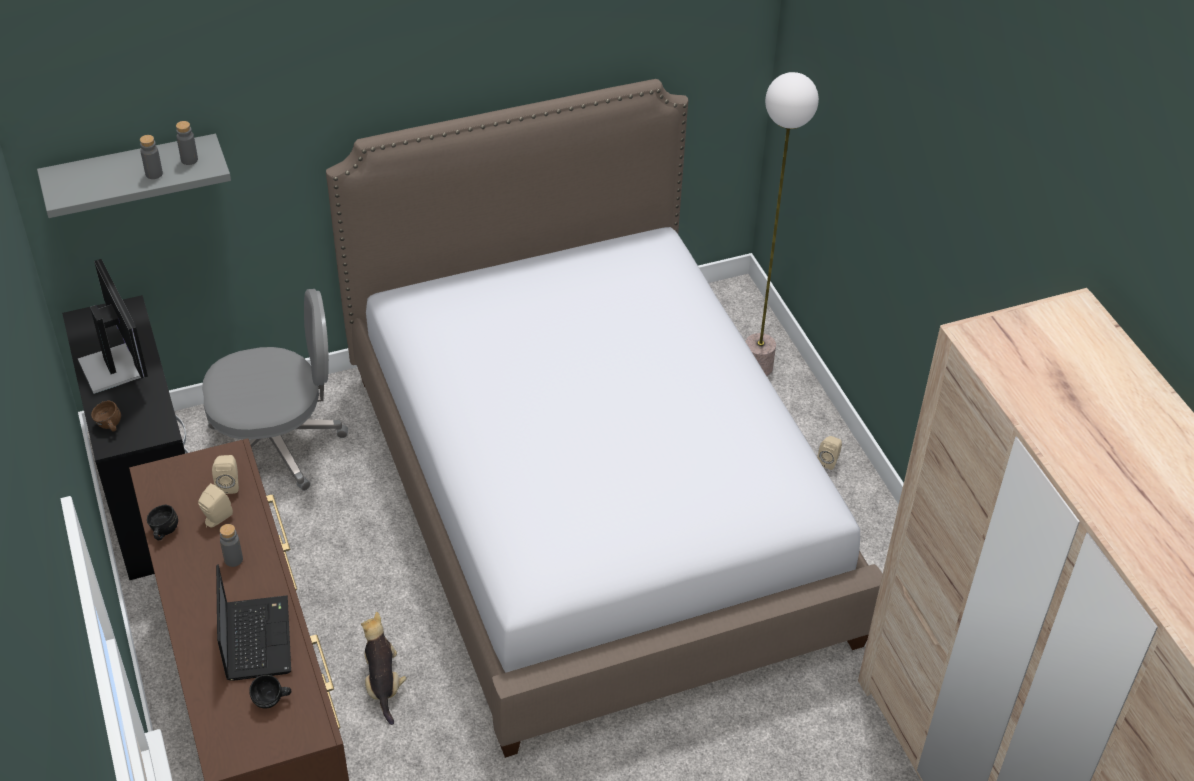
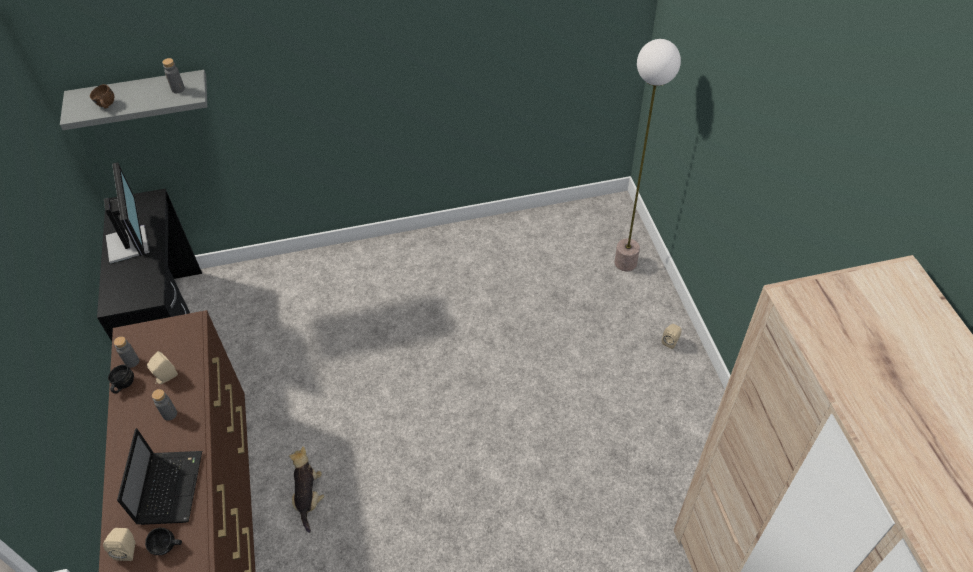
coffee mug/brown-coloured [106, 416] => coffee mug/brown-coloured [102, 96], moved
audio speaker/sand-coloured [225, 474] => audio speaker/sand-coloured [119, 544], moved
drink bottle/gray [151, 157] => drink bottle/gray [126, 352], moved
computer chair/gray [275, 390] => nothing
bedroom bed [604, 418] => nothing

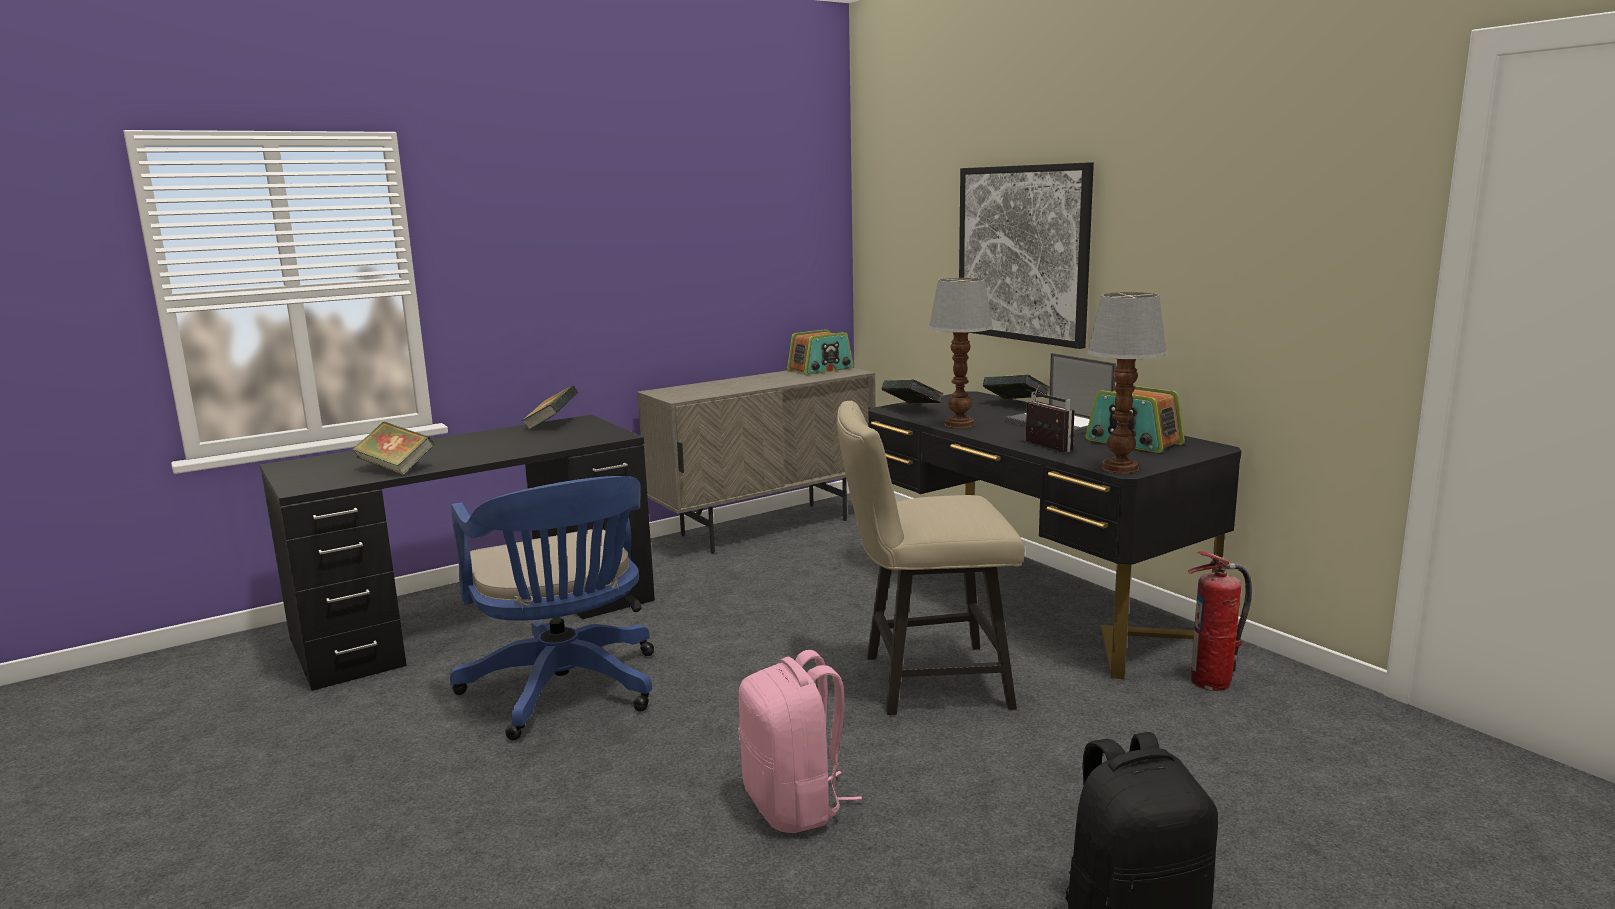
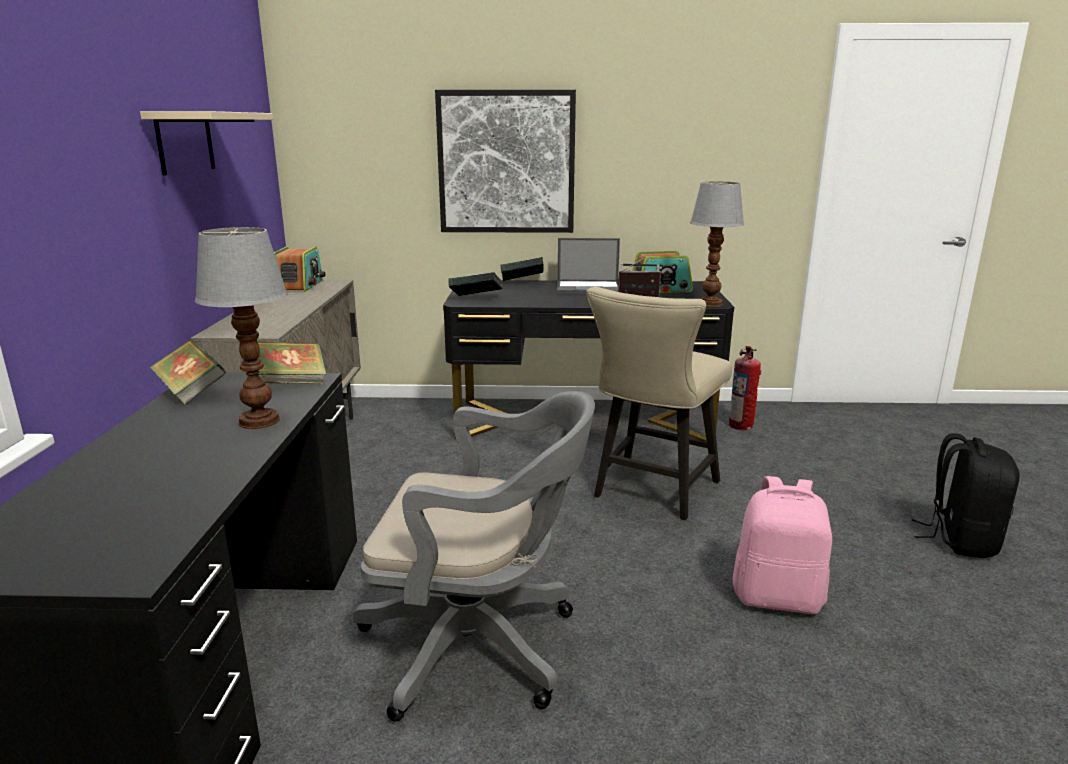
nothing => bracket shelf/sand-coloured [206, 143]
lamp for a table [960, 353] => lamp for a table [241, 328], moved
book [393, 448] => book [291, 362], moved
computer chair/blue [552, 608] => computer chair/gray [474, 556]

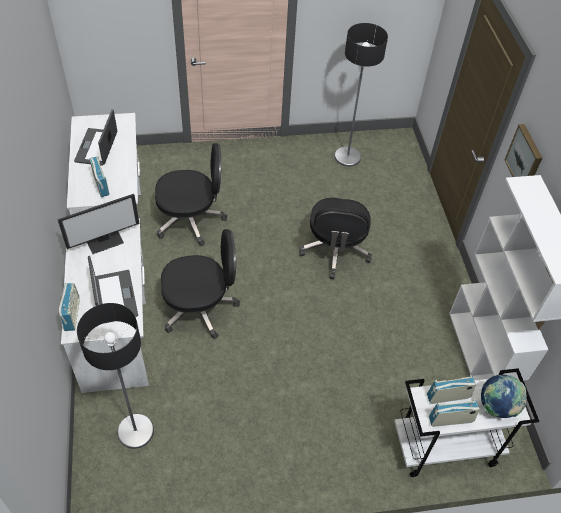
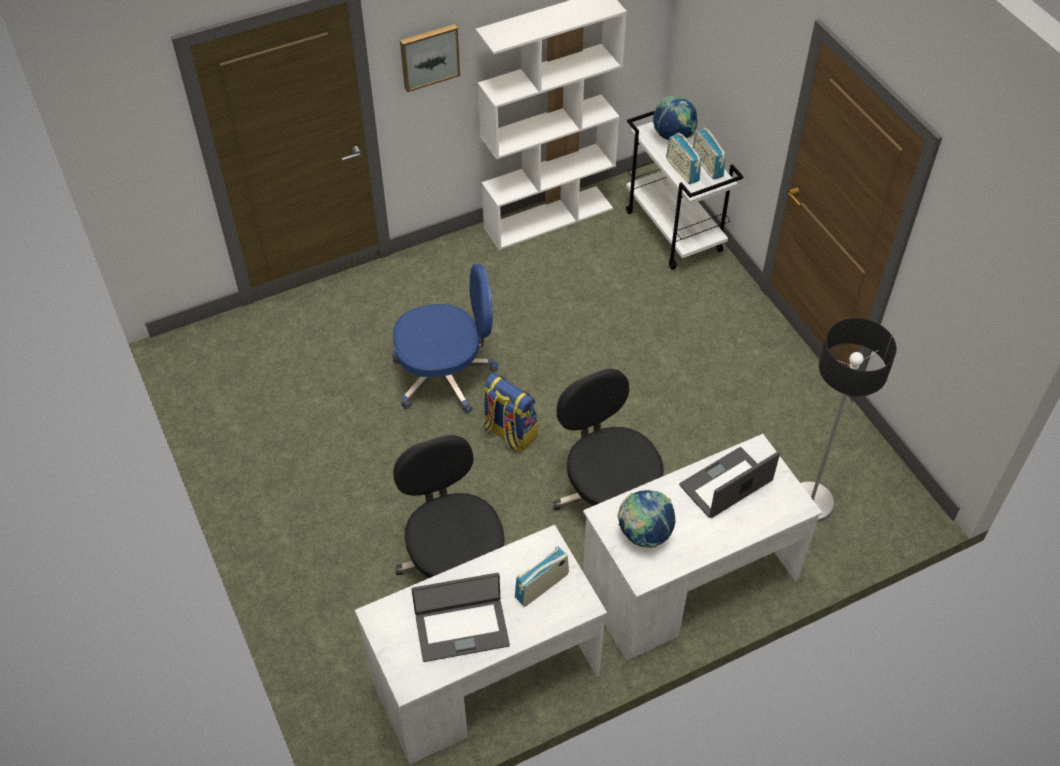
computer chair/black-coloured [335, 239] => computer chair/blue [445, 339]
nothing => knapsack [510, 412]
computer display [98, 224] => desk globe [646, 519]
radio receiver [69, 307] => nothing
standing lamp [361, 95] => nothing

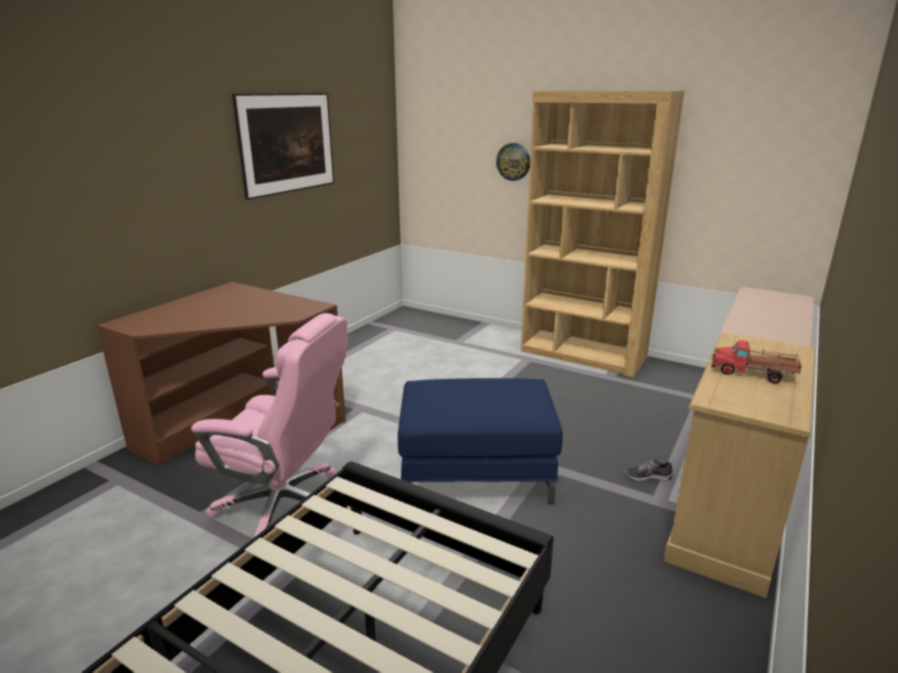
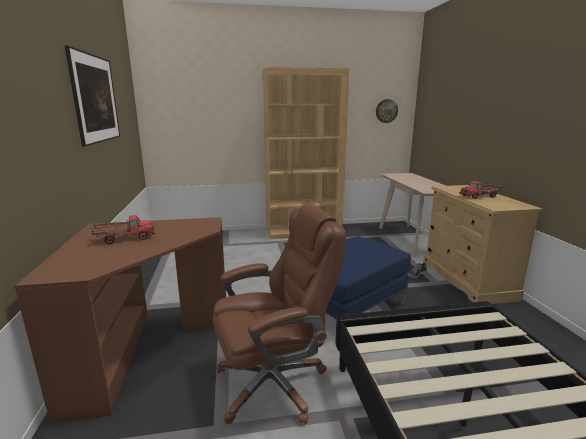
nothing => toy lorry [123, 229]
computer chair/pinkish [269, 425] => computer chair/brown-coloured [279, 314]
wall clock [513, 162] => wall clock [387, 111], moved

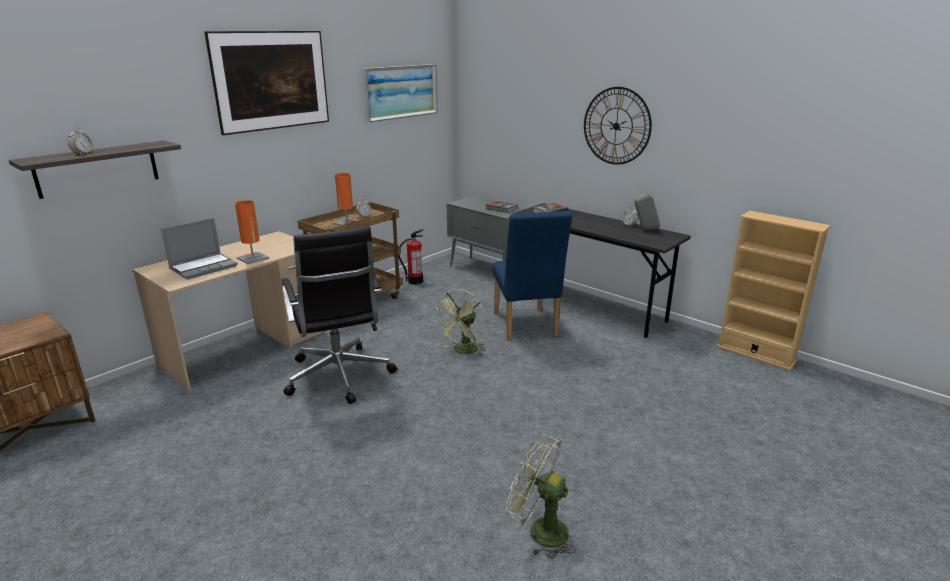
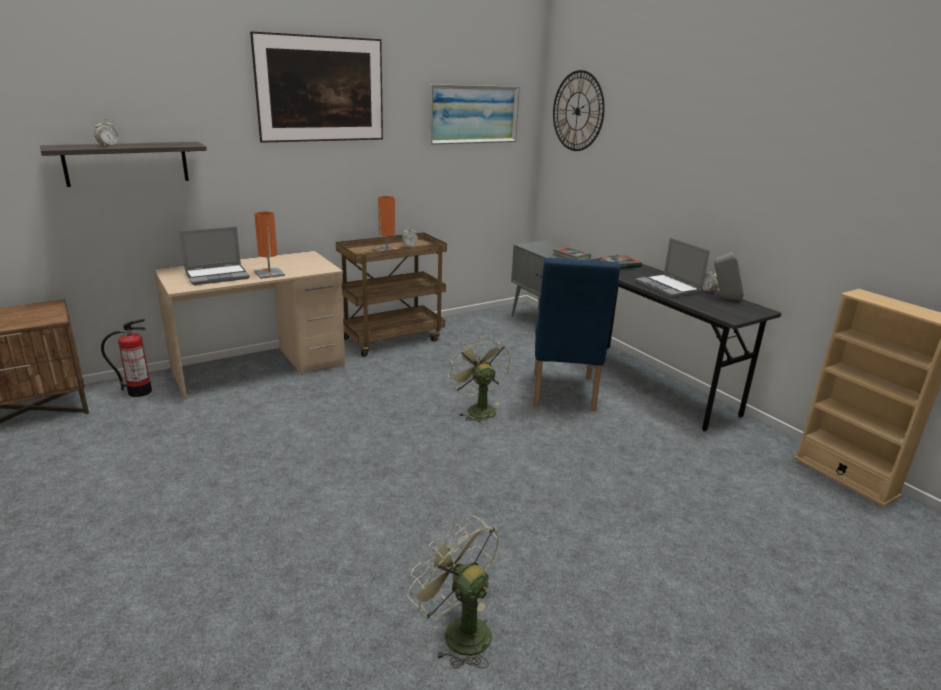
fire-fighting cylinder [411, 257] => fire-fighting cylinder [126, 358], moved
fan/greenish [460, 322] => fan/greenish [478, 380], 105 degrees clockwise
wall clock [618, 126] => wall clock [579, 110], moved
nothing => laptop [672, 267]
computer chair/black-coloured [339, 315] => nothing

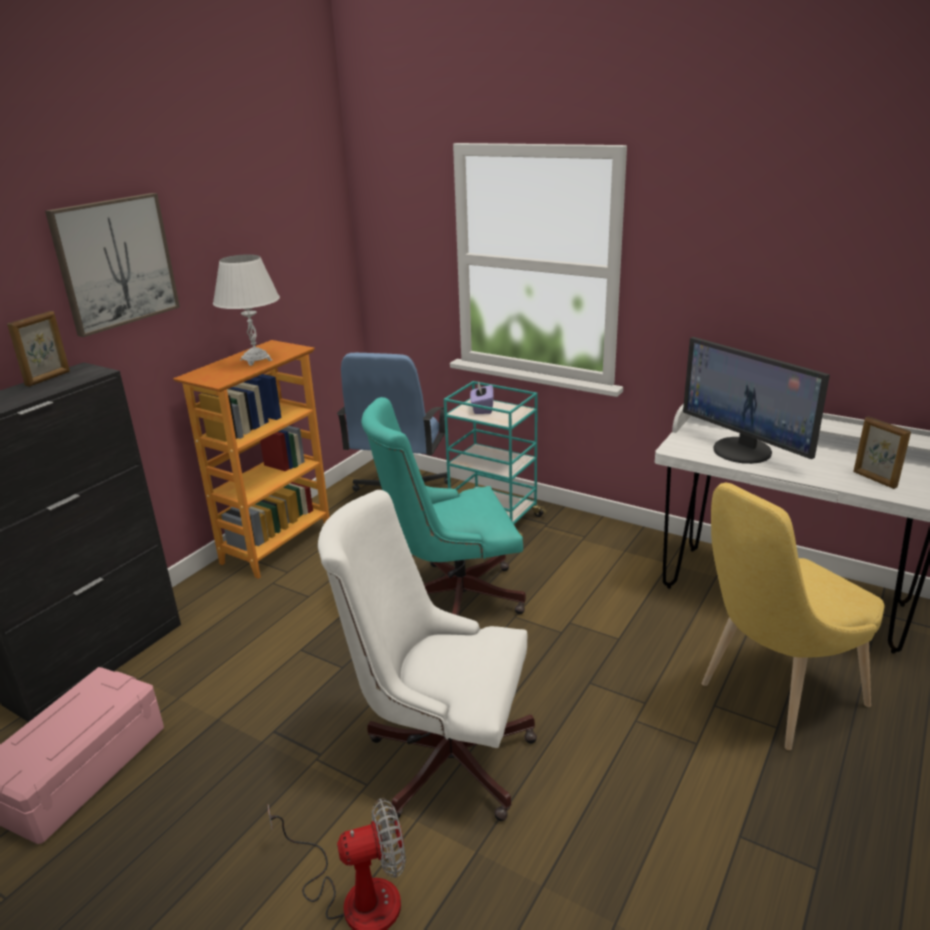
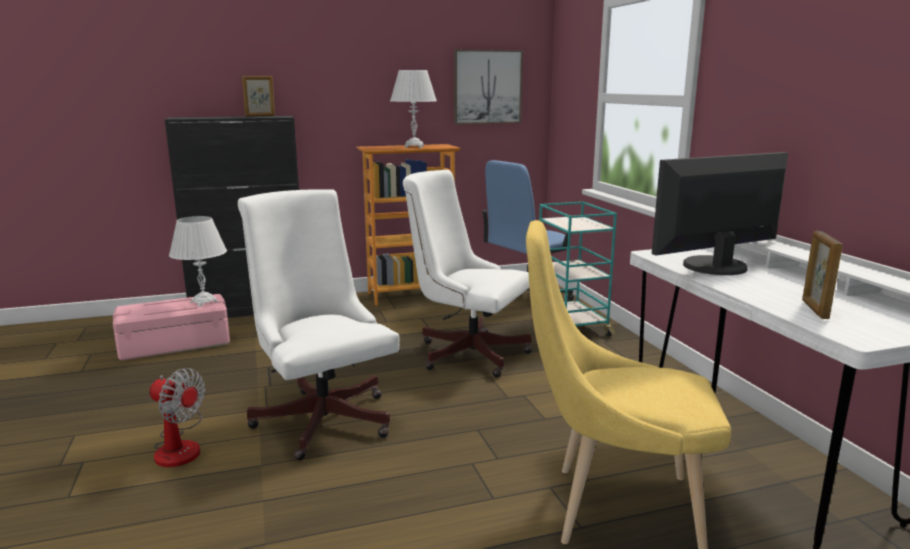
nothing => lamp for a table/white-coloured [198, 261]
computer chair/turquoise-coloured [443, 506] => computer chair/white-coloured [467, 273]
wall picture [112, 265] => wall picture [488, 86], moved
computer display [756, 400] => computer display [720, 213], 60 degrees clockwise
tissue holder/purplish [482, 397] => nothing

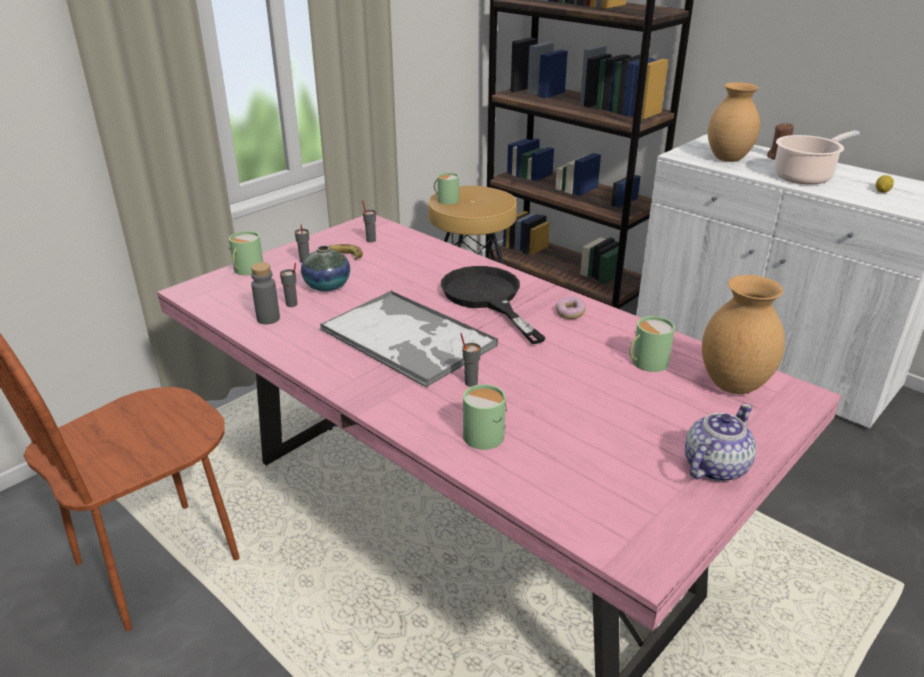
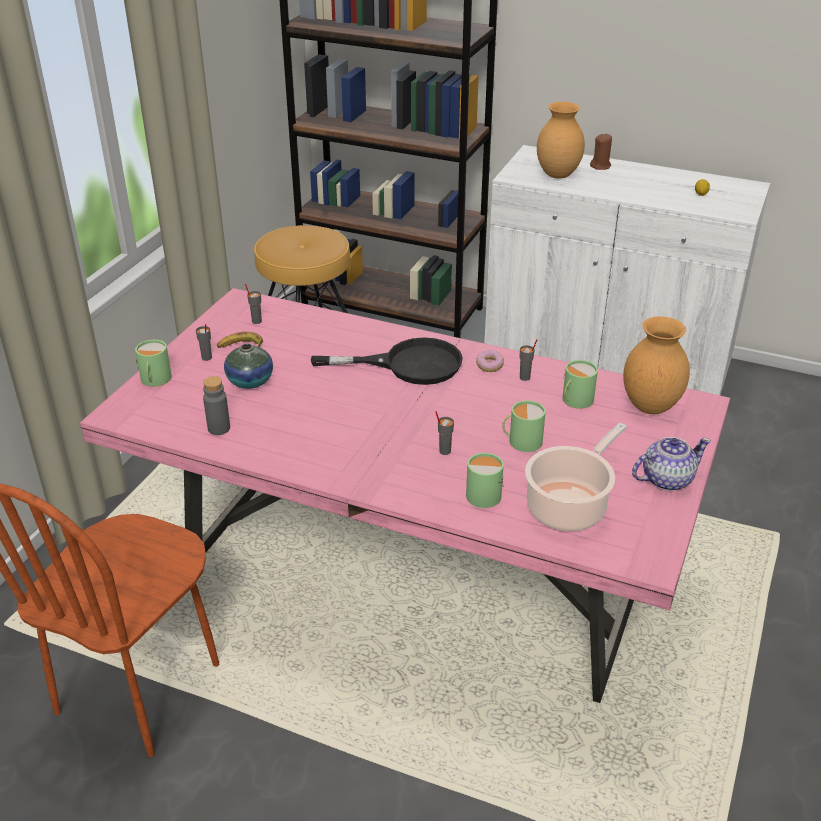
skillet/black-coloured [493, 305] => skillet/black-coloured [387, 361], 135 degrees clockwise
coffee mug/greenish [446, 188] => coffee mug/greenish [524, 426], moved
cup/gray [288, 285] => cup/gray [529, 360], moved
cooking pot [817, 157] => cooking pot [576, 477], moved
teapot [720, 443] => teapot [671, 464], 45 degrees clockwise
carrying tray [409, 339] => nothing

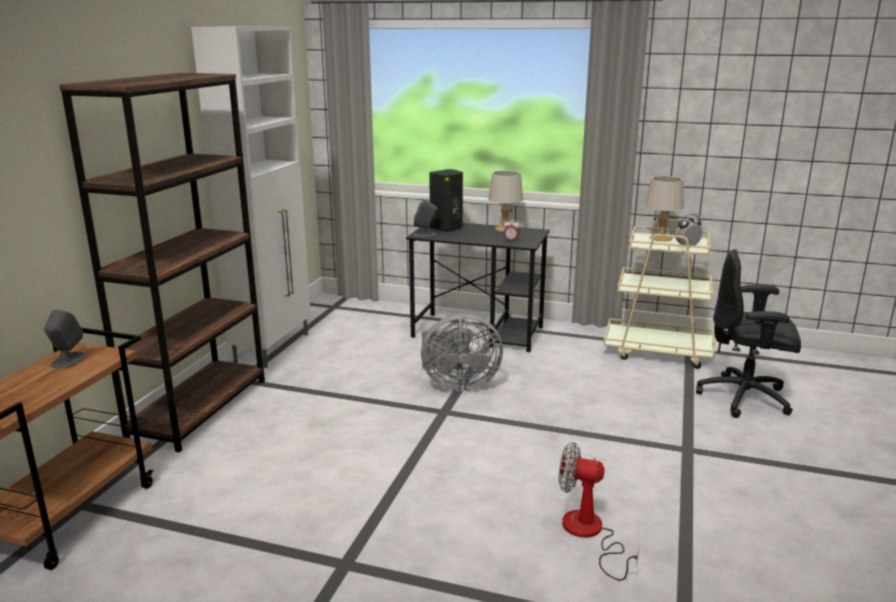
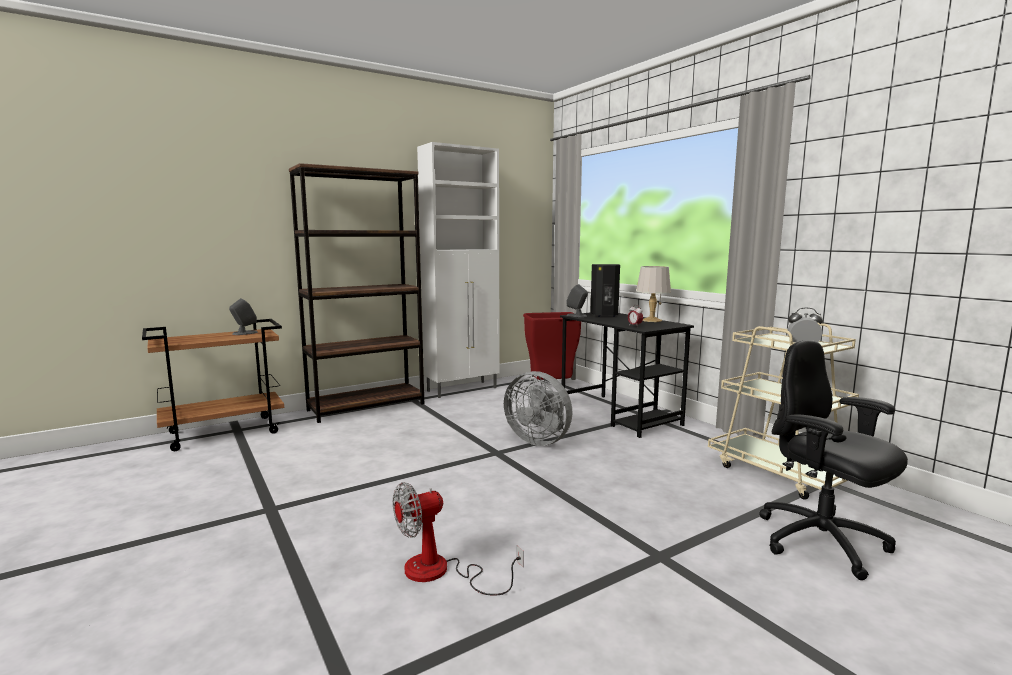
fan [599, 511] => fan [458, 539], 90 degrees counterclockwise
nothing => rubbish bin/reddish [552, 346]
lamp for a table/gray [664, 209] => nothing

